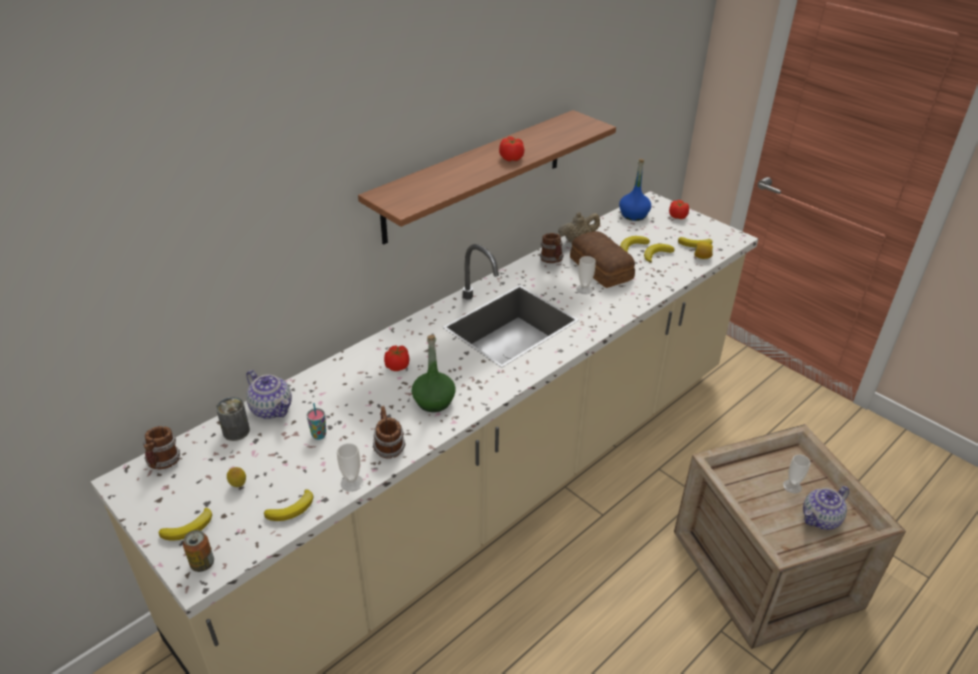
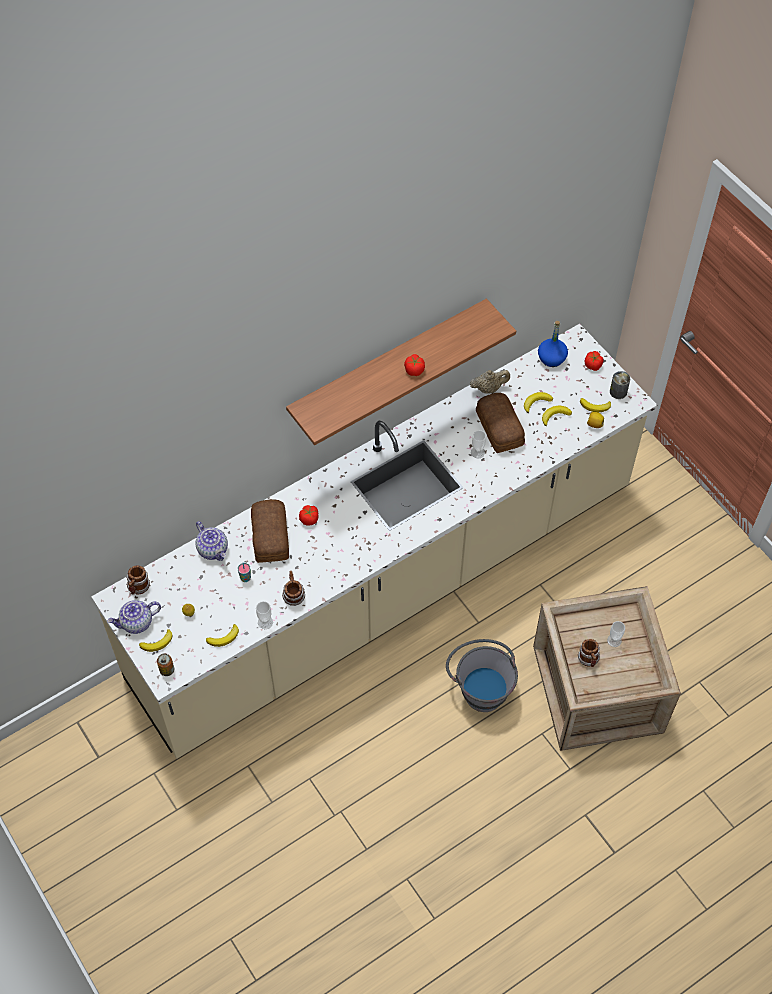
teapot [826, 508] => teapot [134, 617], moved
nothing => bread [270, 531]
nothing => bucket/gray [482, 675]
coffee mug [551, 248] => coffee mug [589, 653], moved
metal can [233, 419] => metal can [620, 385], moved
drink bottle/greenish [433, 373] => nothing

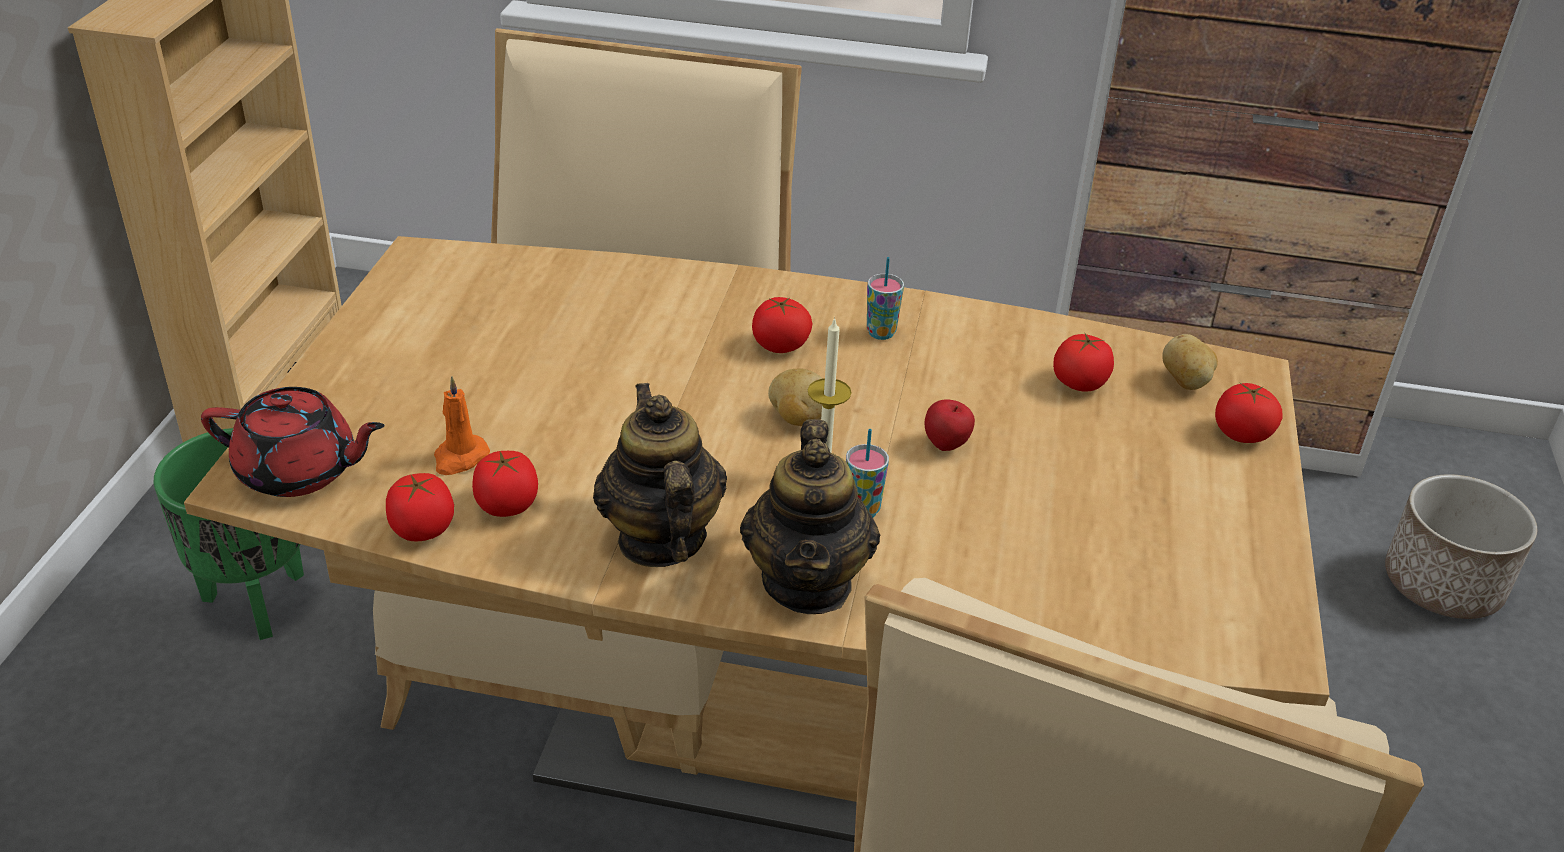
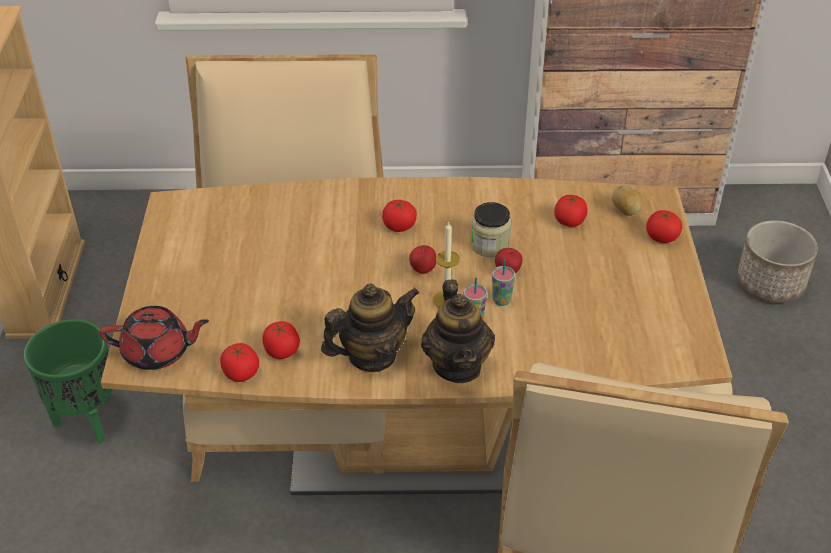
teapot [660, 475] => teapot [370, 327], 90 degrees clockwise
potato [795, 397] => apple [422, 259]
nothing => preserve jar [491, 229]
cup [885, 298] => cup [503, 282], moved
wax candle/orange-coloured [462, 425] => nothing

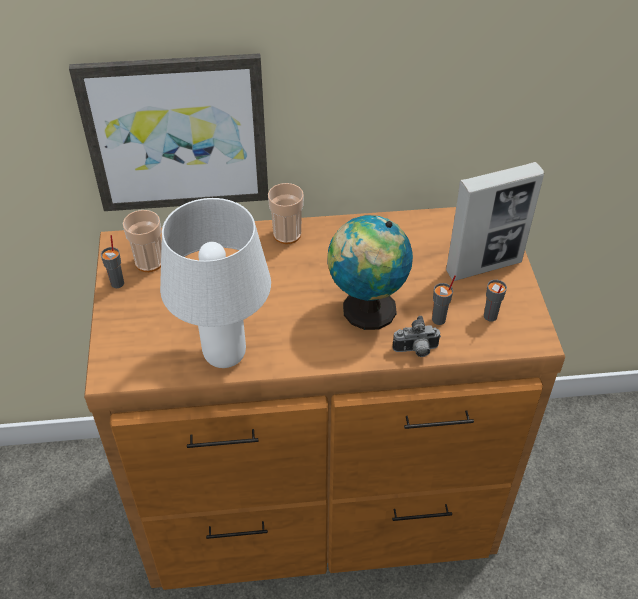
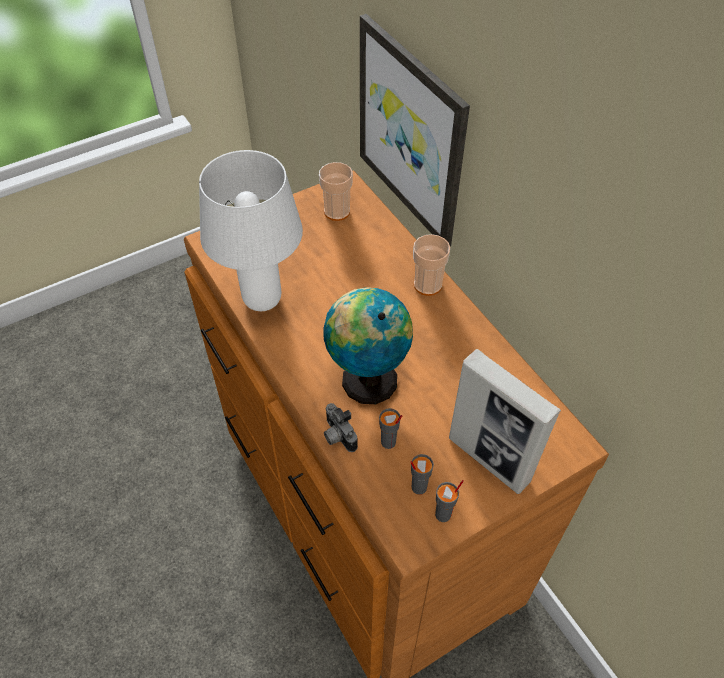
cup/gray [112, 261] => cup/gray [449, 501], moved

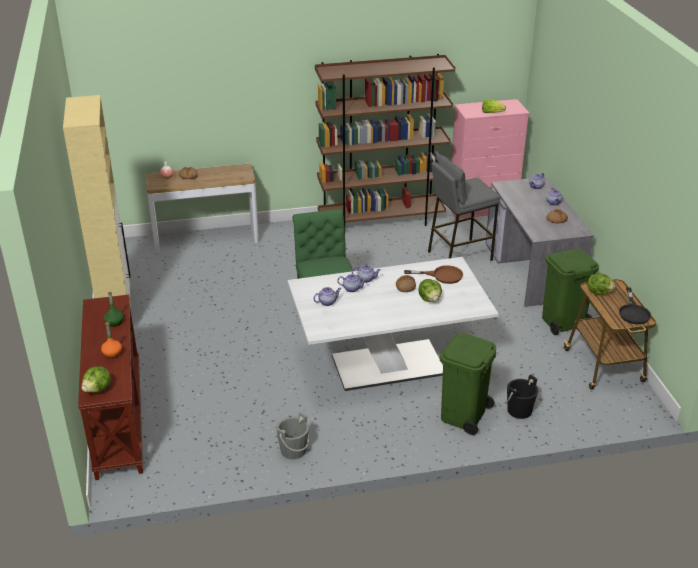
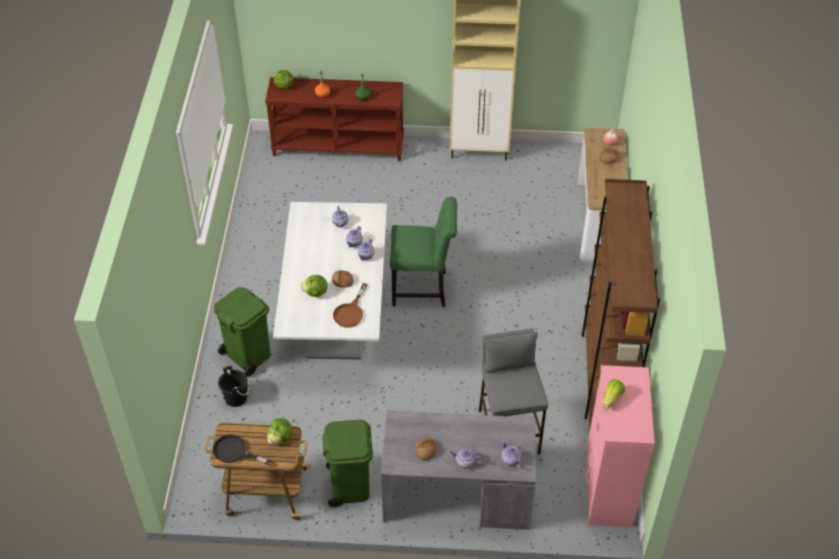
bucket/gray [292, 435] => nothing

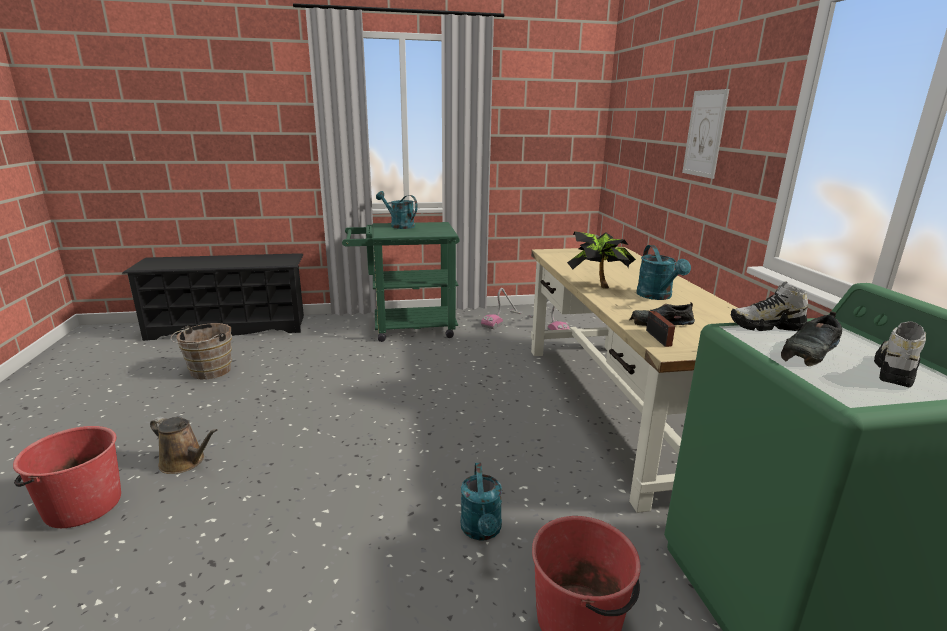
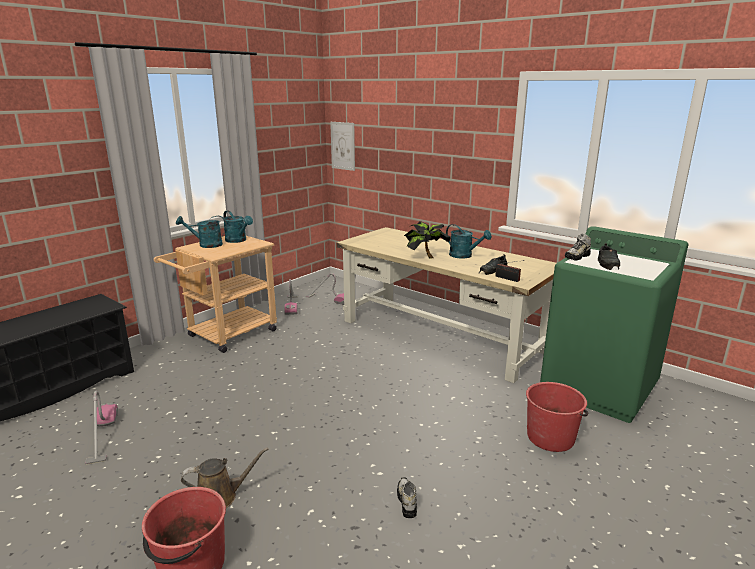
bucket/brown-coloured [201, 351] => vacuum [101, 427]
trolley/greenish [401, 282] => trolley/sand-coloured [215, 294]
watering can/turquoise-coloured [481, 502] => watering can/turquoise-coloured [238, 226], moved
wall picture [705, 134] => wall picture [342, 146], moved
item of footwear [900, 354] => item of footwear [407, 497], moved

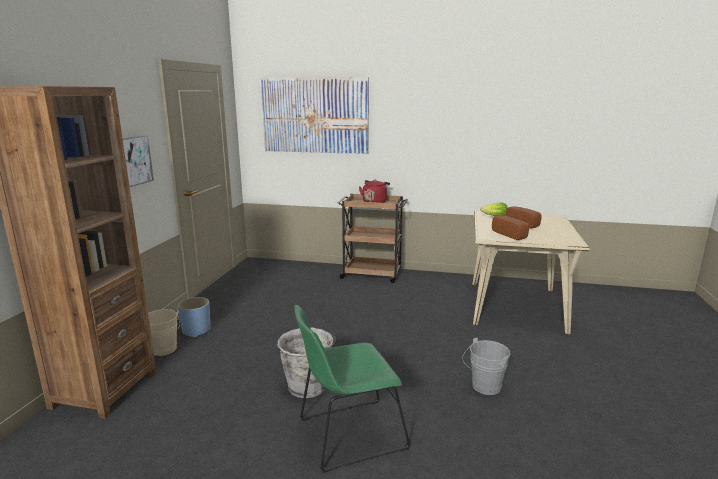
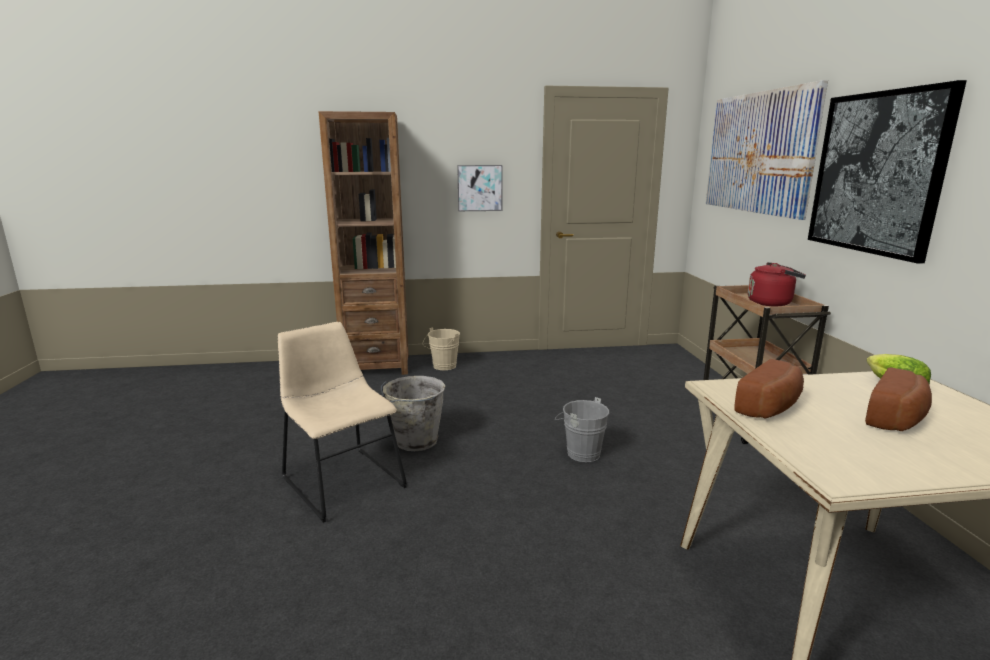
upright chair/greenish [352, 389] => upright chair/sand-coloured [342, 422]
bucket/gray [486, 366] => bucket/gray [582, 429], moved
nothing => wall picture [887, 172]
planter/blue [194, 317] => nothing

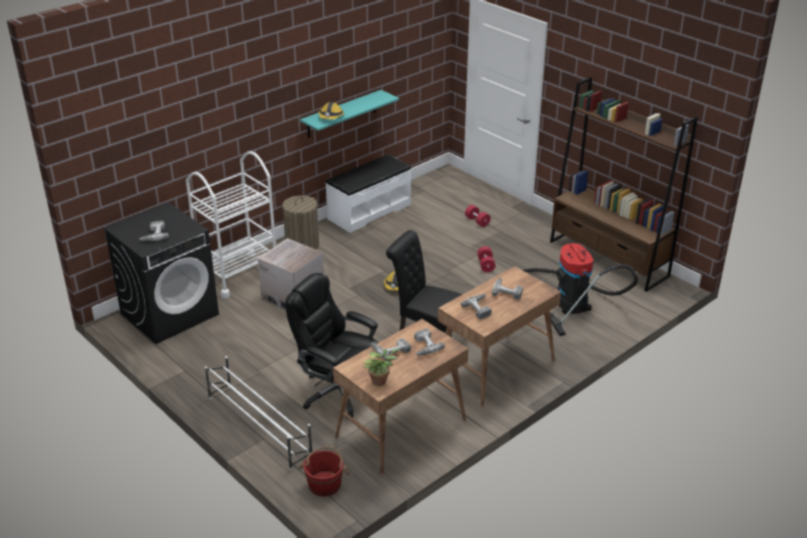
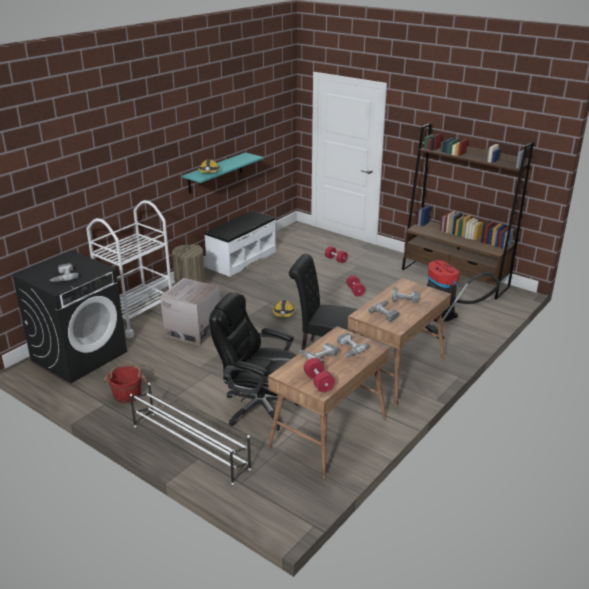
bucket/reddish [324, 471] => bucket/reddish [126, 382], moved
houseplant [381, 367] => dumbbell/reddish [319, 375]

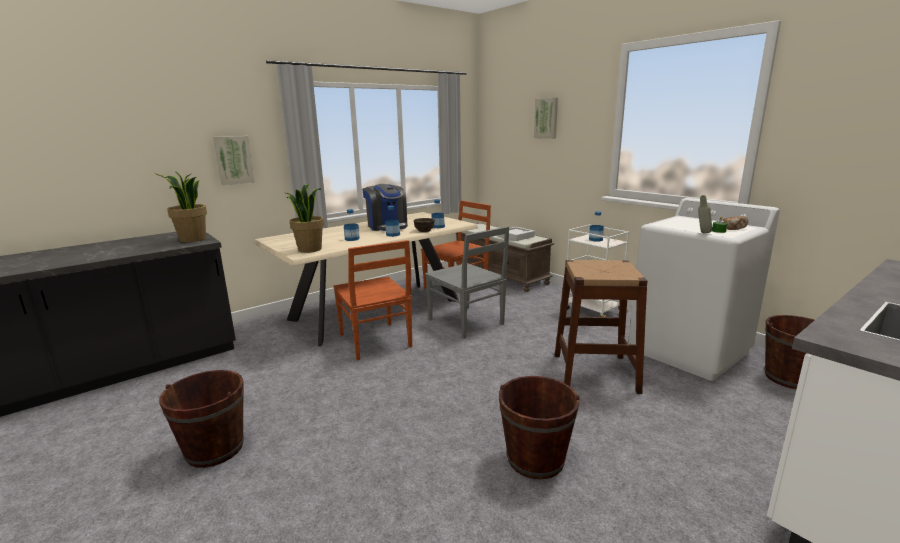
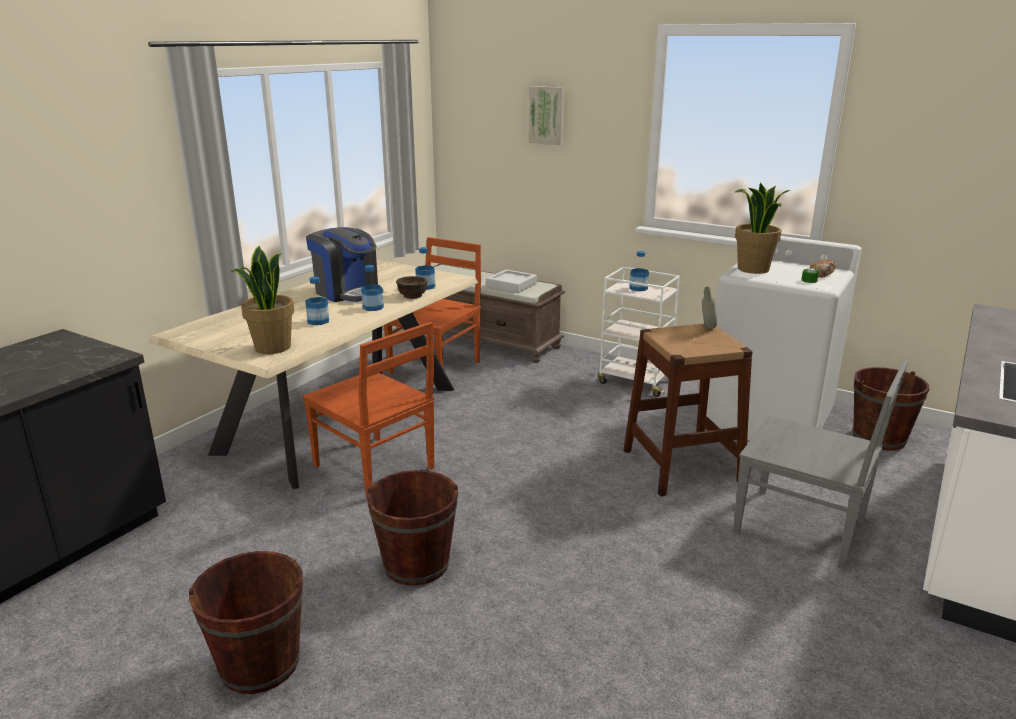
bucket/brown-coloured [539, 427] => bucket/brown-coloured [412, 528], moved
drink bottle/gray [705, 214] => drink bottle/gray [709, 308], moved
upright chair/gray [467, 282] => upright chair/gray [820, 465], moved
houseplant [182, 206] => houseplant [762, 228], moved
wall picture [234, 160] => nothing

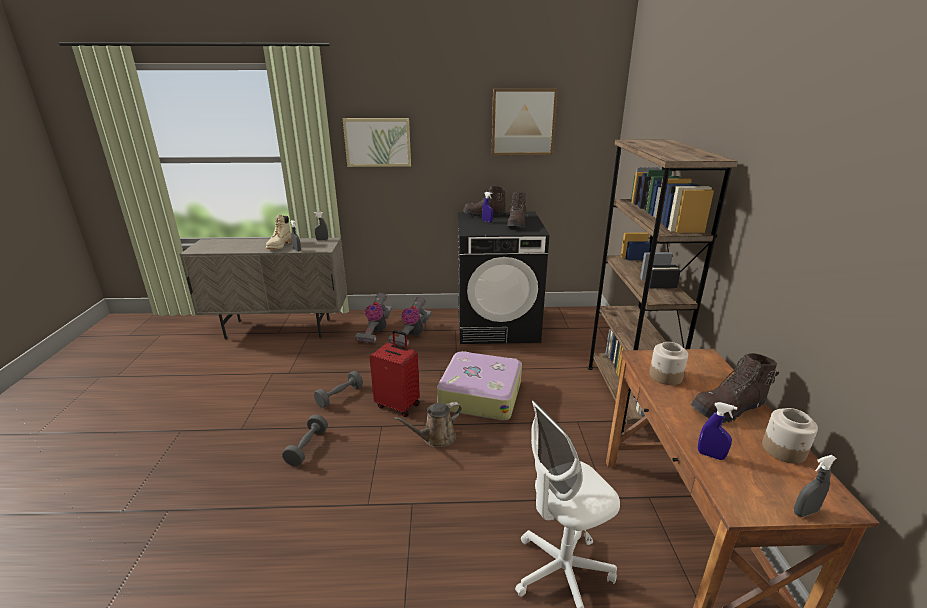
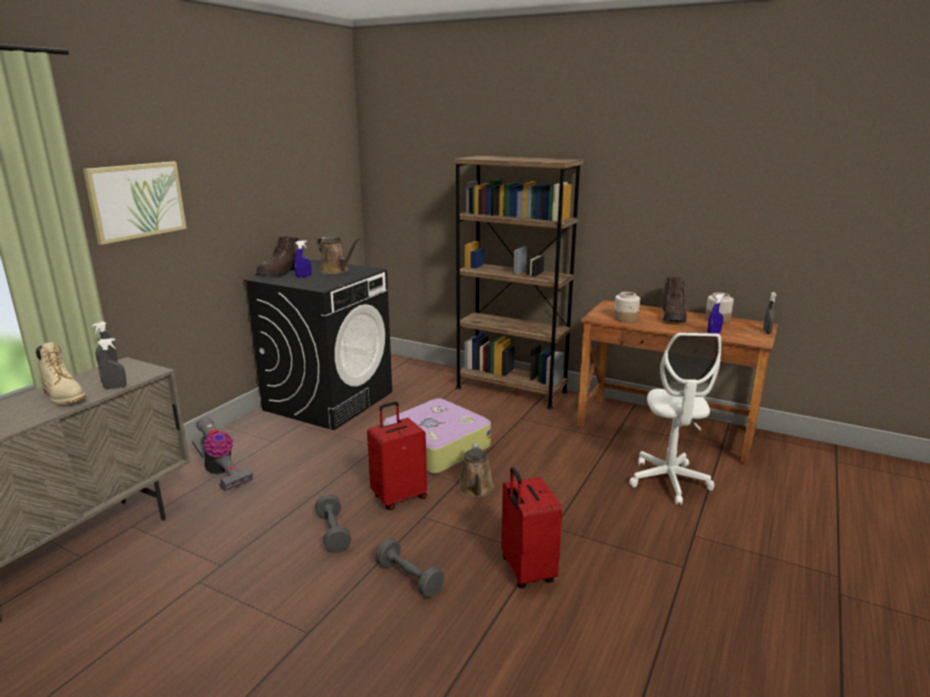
high-top boot/brown-coloured [517, 210] => watering can/brown-coloured [338, 255]
nothing => suitcase/reddish [531, 527]
vacuum [410, 322] => nothing
wall picture [525, 122] => nothing

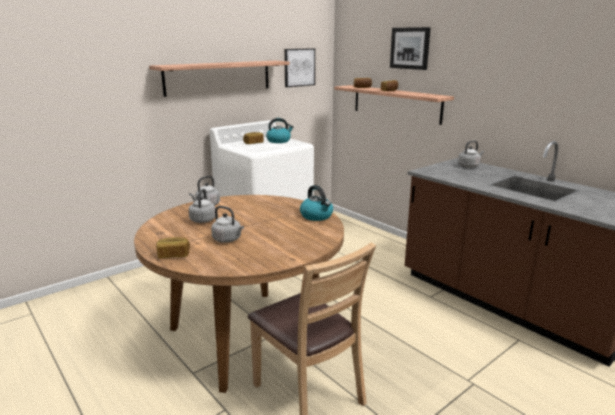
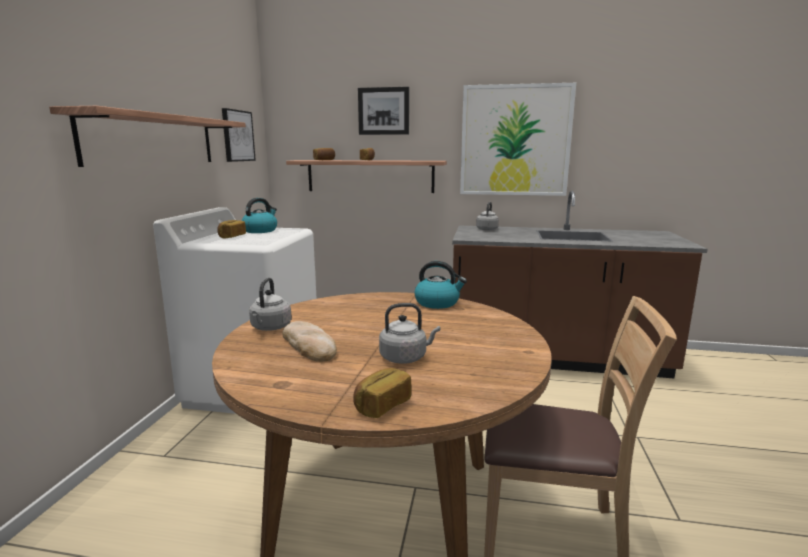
kettle/gray [202, 206] => bread [309, 341]
nothing => wall picture [518, 139]

